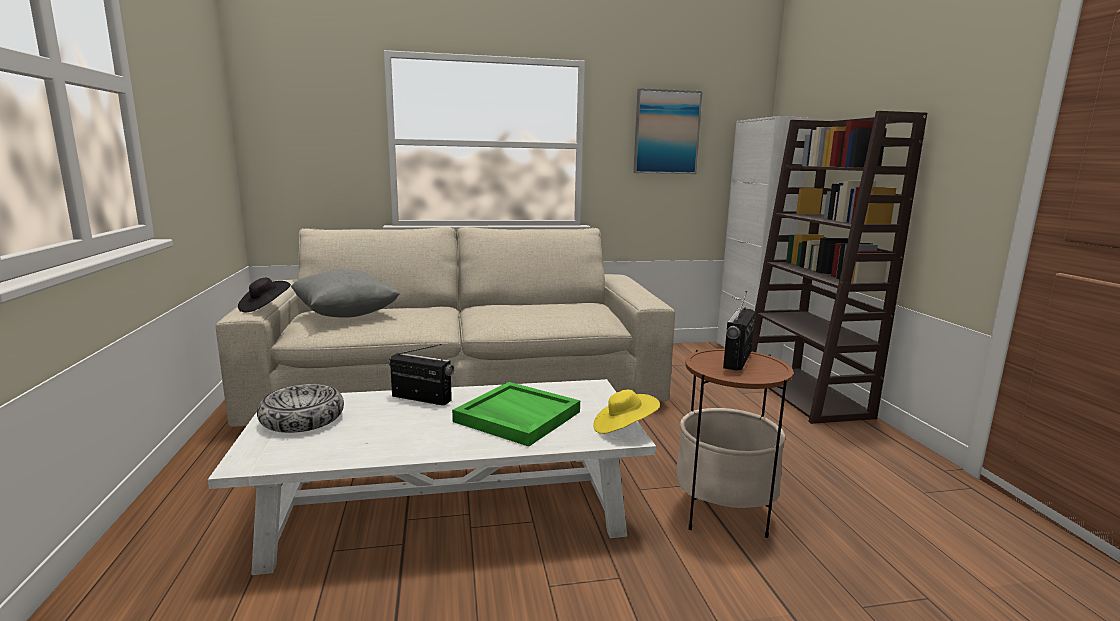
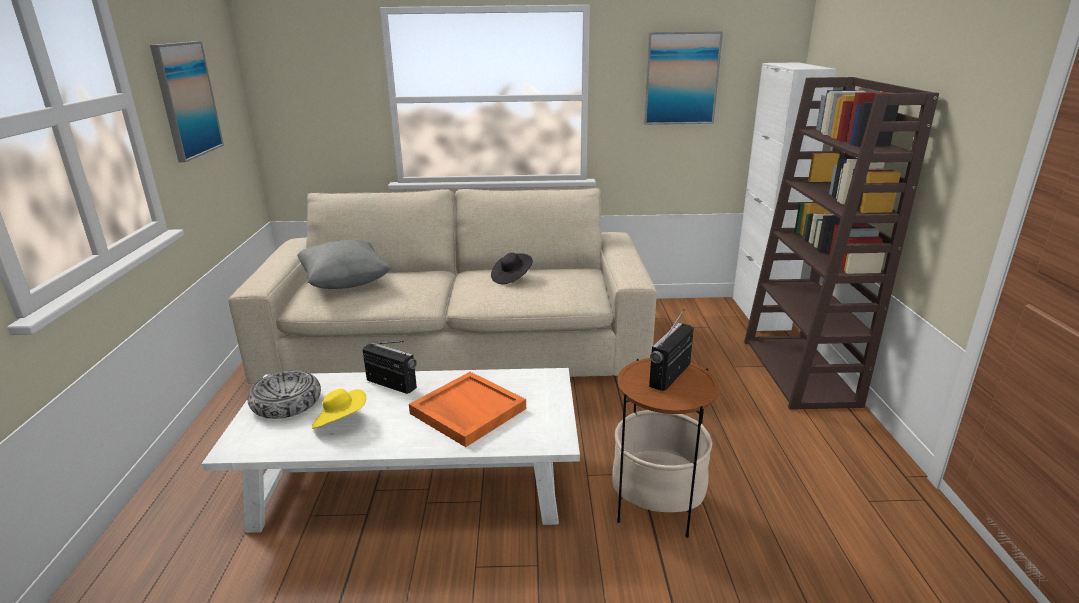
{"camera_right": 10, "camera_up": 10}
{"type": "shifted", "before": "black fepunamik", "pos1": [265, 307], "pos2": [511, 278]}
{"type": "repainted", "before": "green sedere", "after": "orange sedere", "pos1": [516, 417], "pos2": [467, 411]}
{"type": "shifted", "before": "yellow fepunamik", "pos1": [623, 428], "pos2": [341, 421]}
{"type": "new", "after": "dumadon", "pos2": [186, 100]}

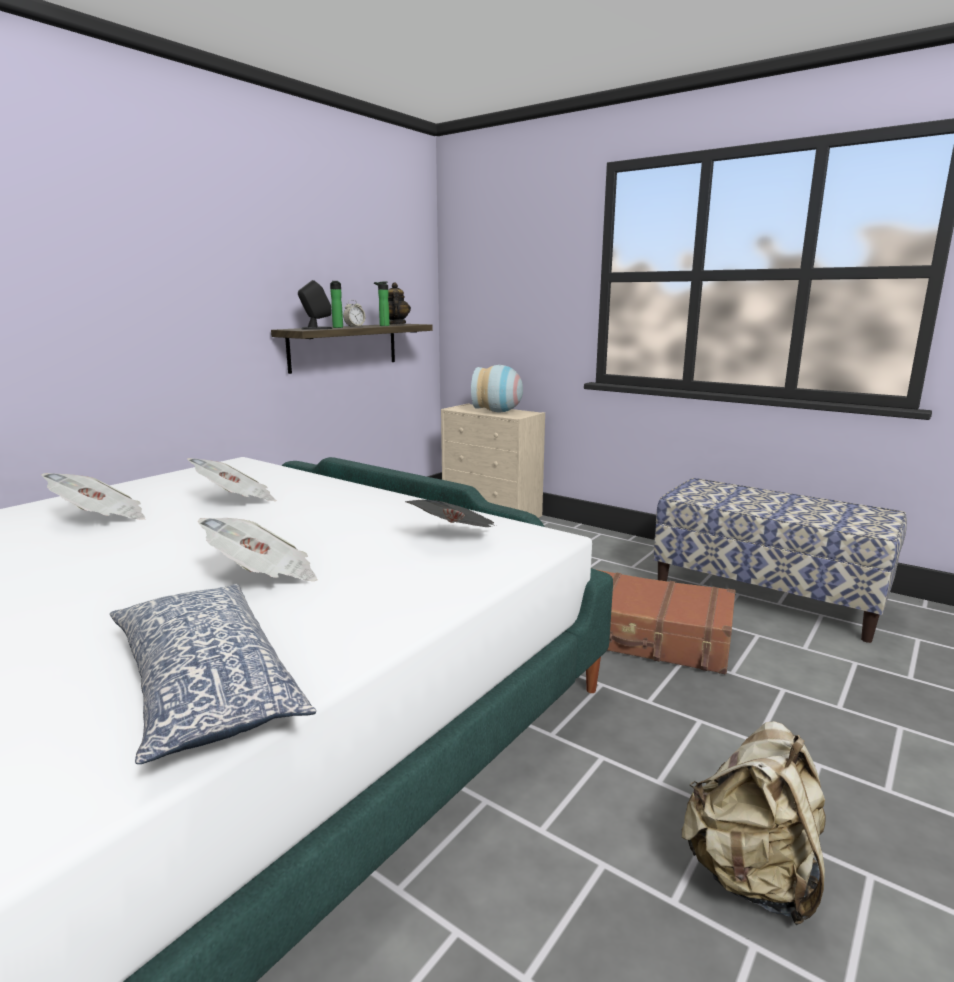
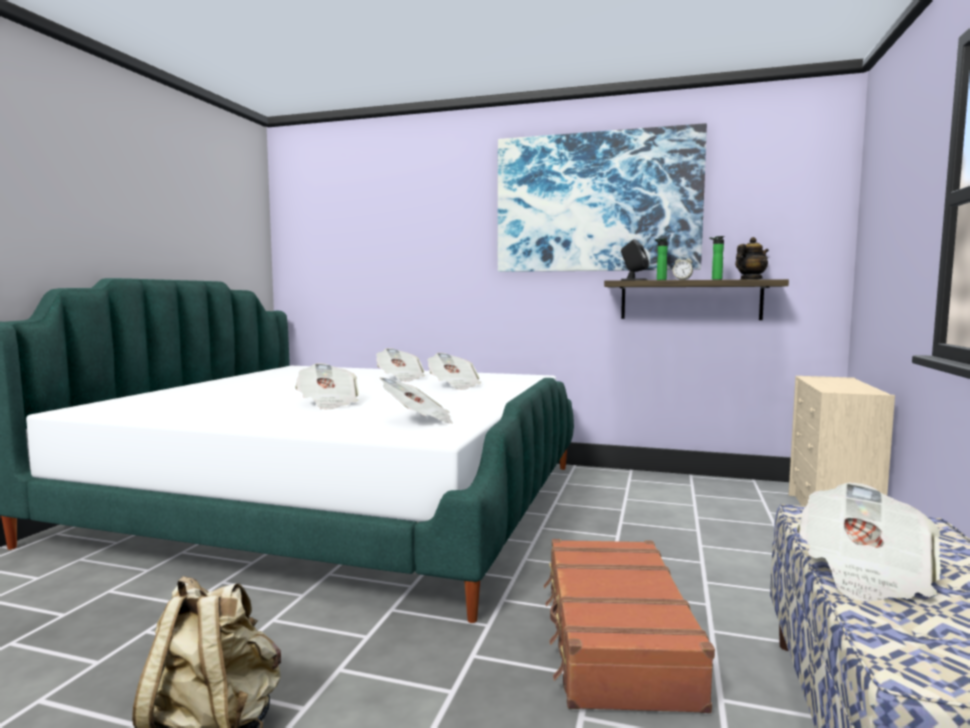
{"camera_right": 70, "camera_up": -10}
{"type": "gone", "before": "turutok", "pos1": [498, 412]}
{"type": "gone", "before": "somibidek", "pos1": [203, 686]}
{"type": "new", "after": "dumadon", "pos2": [596, 202]}
{"type": "new", "after": "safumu", "pos2": [864, 574]}

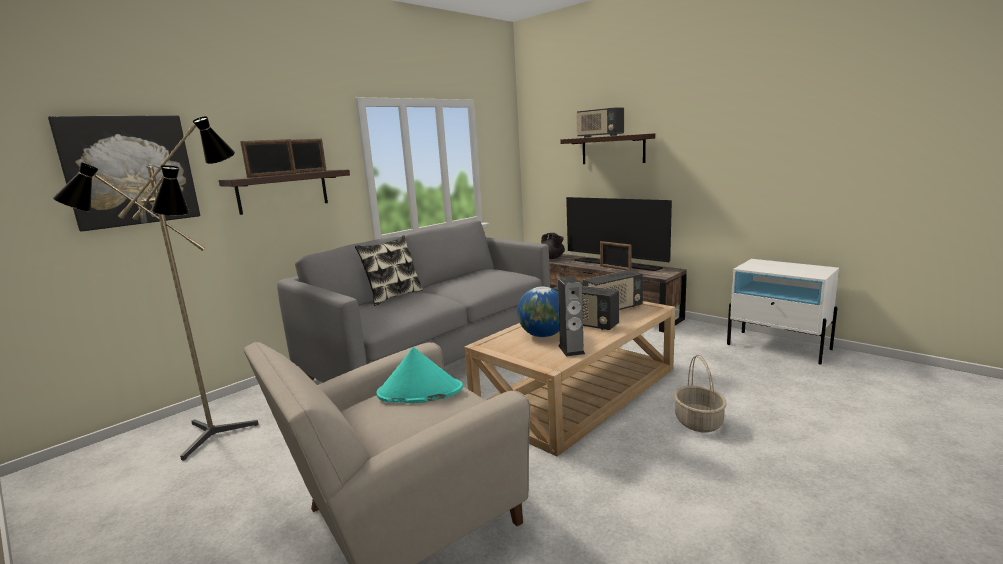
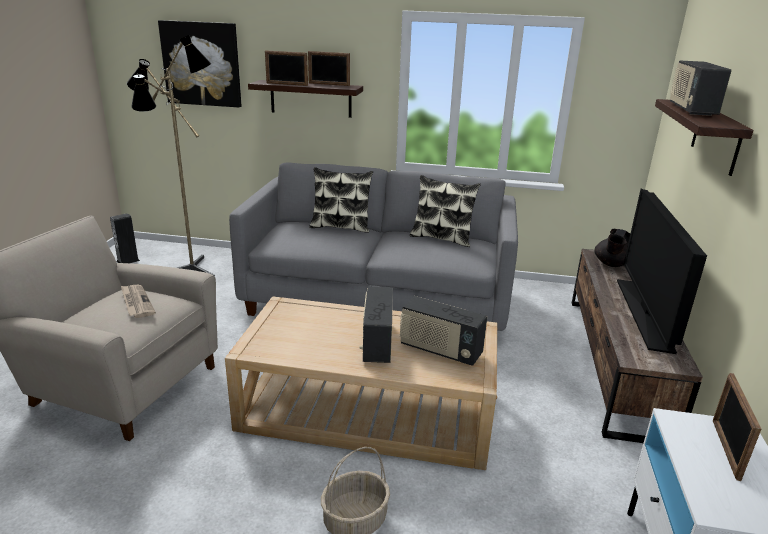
{"camera_right": 55, "camera_up": 10}
{"type": "shifted", "before": "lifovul", "pos1": [615, 268], "pos2": [725, 449]}
{"type": "shifted", "before": "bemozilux", "pos1": [571, 349], "pos2": [128, 261]}
{"type": "gone", "before": "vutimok", "pos1": [543, 335]}
{"type": "swapped", "before": "turquoise fepunamik", "after": "safumu", "pos1": [419, 391], "pos2": [136, 302]}
{"type": "new", "after": "somibidek", "pos2": [442, 238]}

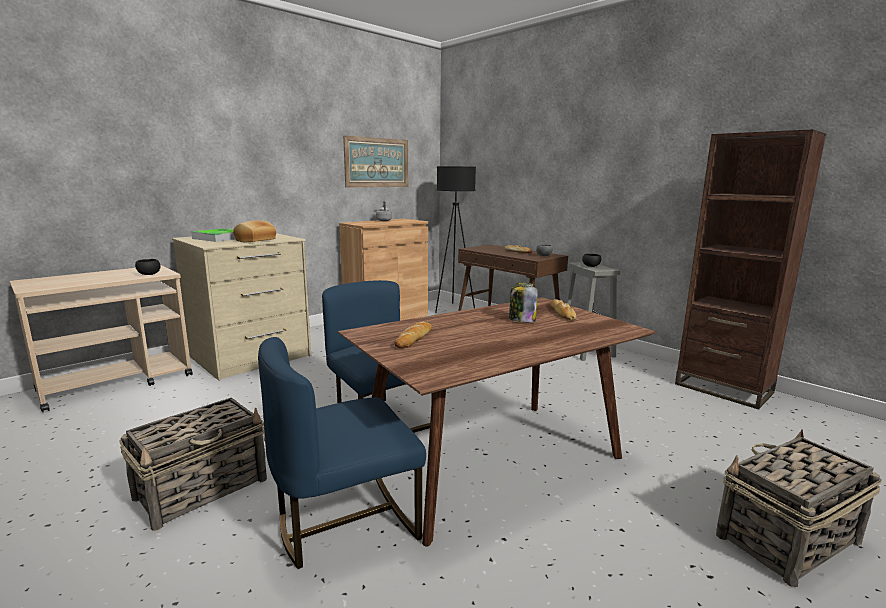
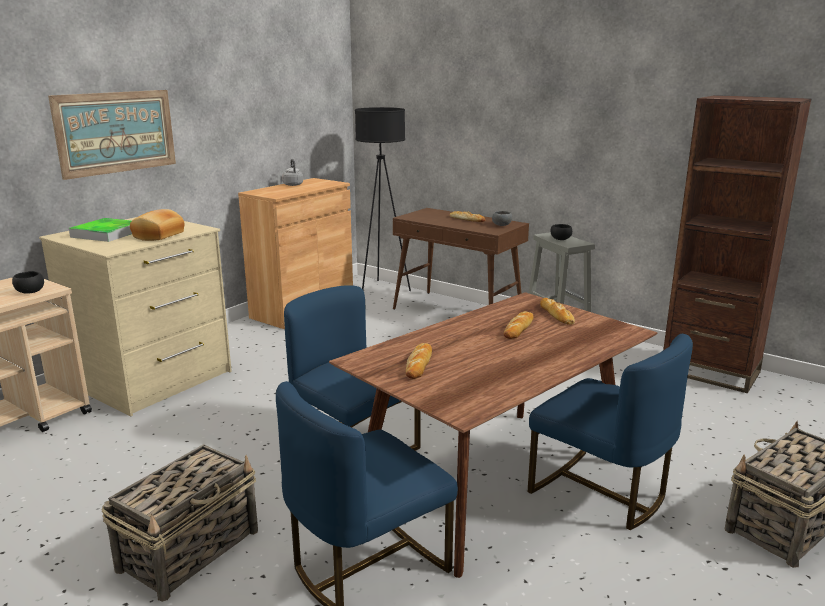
{"camera_right": -10, "camera_up": 5}
{"type": "shifted", "before": "dumadon", "pos1": [377, 162], "pos2": [116, 132]}
{"type": "swapped", "before": "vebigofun", "after": "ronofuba", "pos1": [521, 320], "pos2": [518, 328]}
{"type": "new", "after": "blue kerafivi", "pos2": [600, 492]}

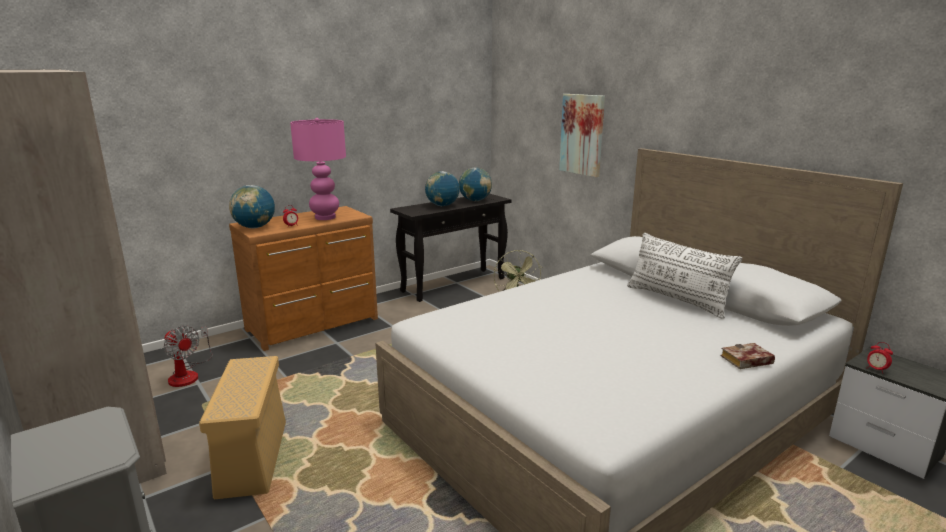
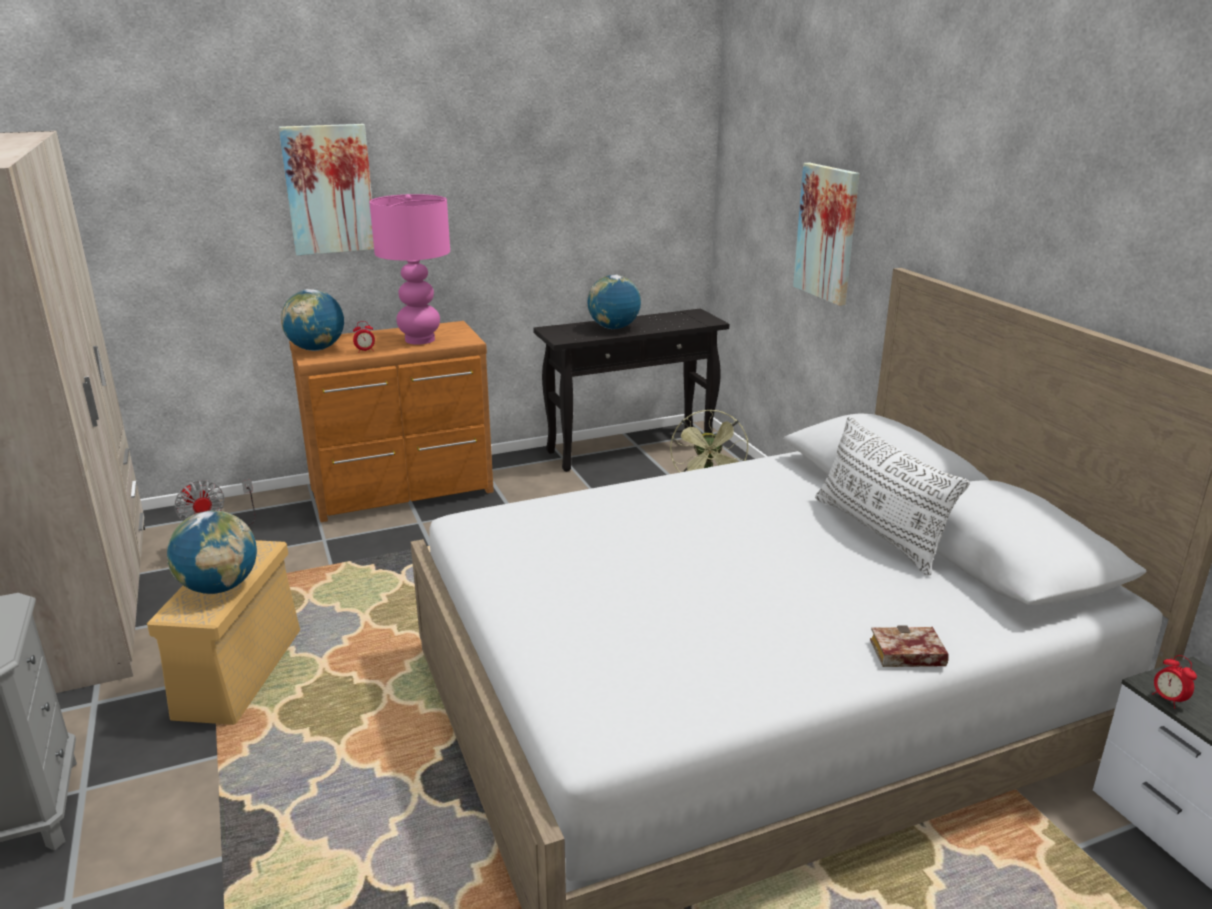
{"camera_right": 15, "camera_up": 5}
{"type": "shifted", "before": "vutimok", "pos1": [475, 201], "pos2": [219, 587]}
{"type": "new", "after": "dumadon", "pos2": [329, 189]}

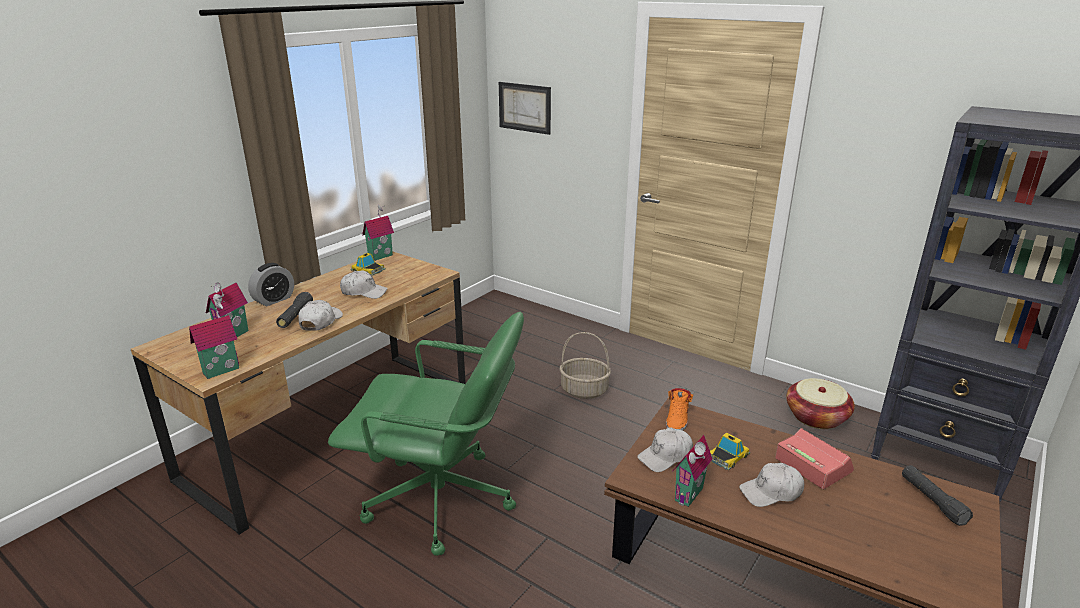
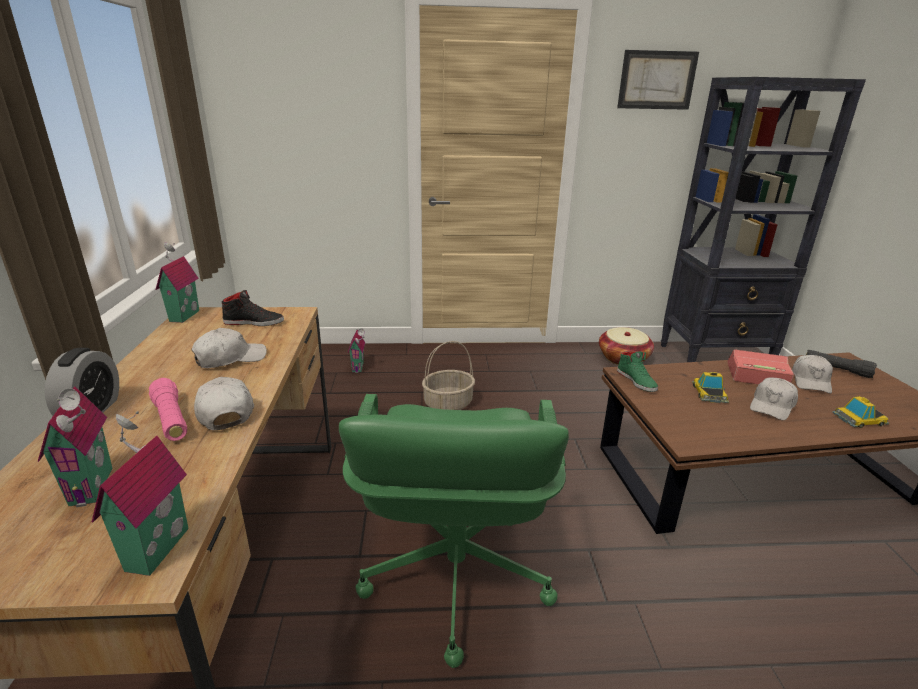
{"camera_right": -40, "camera_up": 0}
{"type": "shifted", "before": "dumadon", "pos1": [525, 107], "pos2": [657, 80]}
{"type": "shifted", "before": "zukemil", "pos1": [368, 270], "pos2": [859, 419]}
{"type": "repainted", "before": "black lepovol", "after": "pink lepovol", "pos1": [295, 317], "pos2": [171, 419]}
{"type": "rotated", "before": "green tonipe", "pos1": [441, 501], "pos2": [454, 577], "turn": 120}
{"type": "repainted", "before": "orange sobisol", "after": "green sobisol", "pos1": [677, 419], "pos2": [637, 380]}
{"type": "shifted", "before": "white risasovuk", "pos1": [665, 456], "pos2": [811, 381]}
{"type": "shifted", "before": "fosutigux", "pos1": [691, 495], "pos2": [359, 367]}
{"type": "new", "after": "black sobisol", "pos2": [254, 322]}

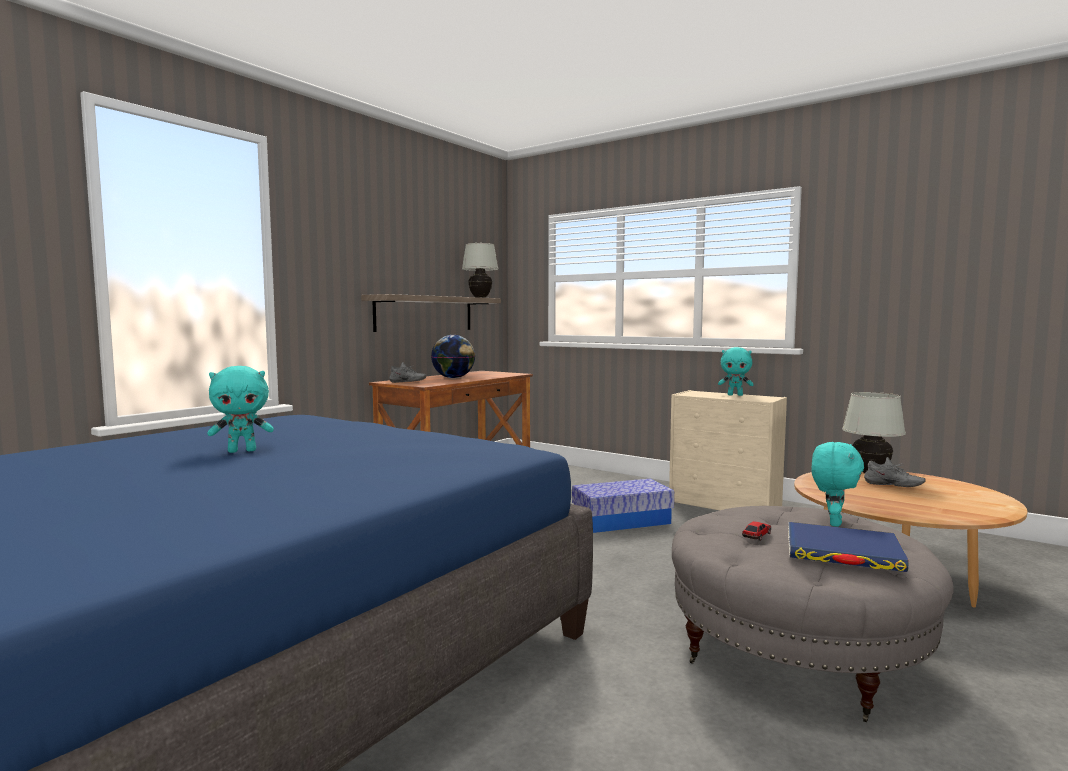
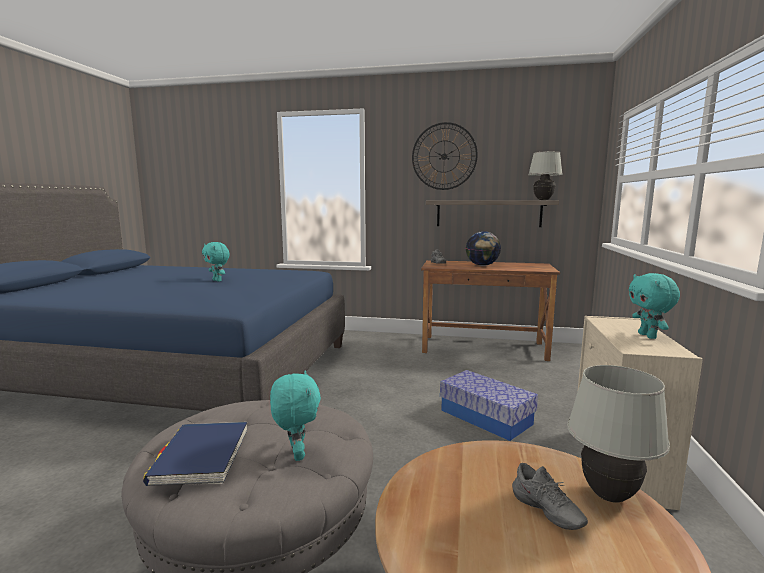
{"camera_right": 65, "camera_up": 5}
{"type": "rotated", "before": "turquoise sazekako", "pos1": [833, 522], "pos2": [296, 454], "turn": -105}
{"type": "rotated", "before": "grey sobisol", "pos1": [893, 486], "pos2": [545, 513], "turn": -45}
{"type": "gone", "before": "zukemil", "pos1": [756, 535]}
{"type": "new", "after": "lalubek", "pos2": [444, 156]}

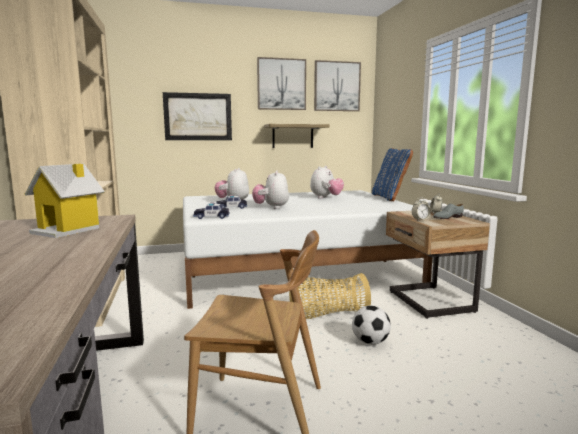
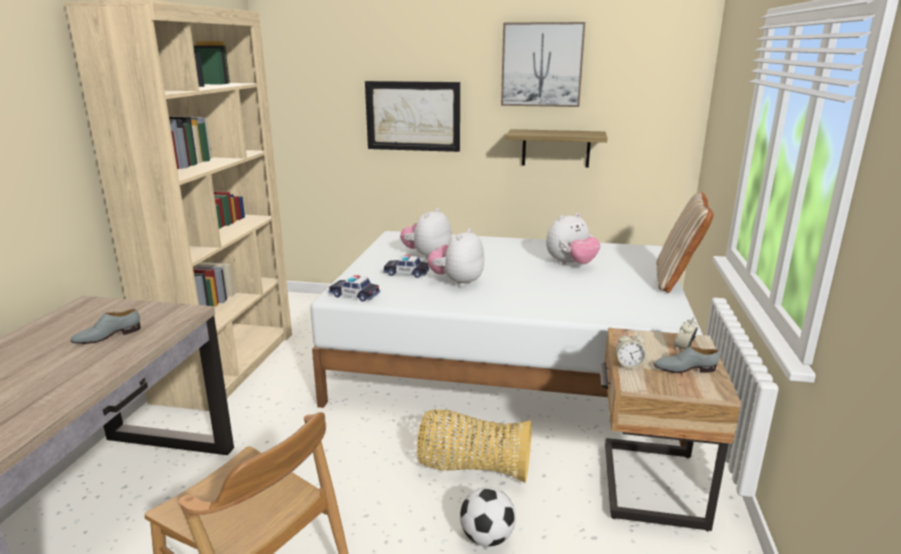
{"camera_right": 25, "camera_up": 10}
{"type": "gone", "before": "dumadon", "pos1": [336, 86]}
{"type": "repainted", "before": "blue somibidek", "after": "beige somibidek", "pos1": [389, 198], "pos2": [677, 279]}
{"type": "swapped", "before": "fosutigux", "after": "grey sobisol", "pos1": [68, 230], "pos2": [107, 336]}

